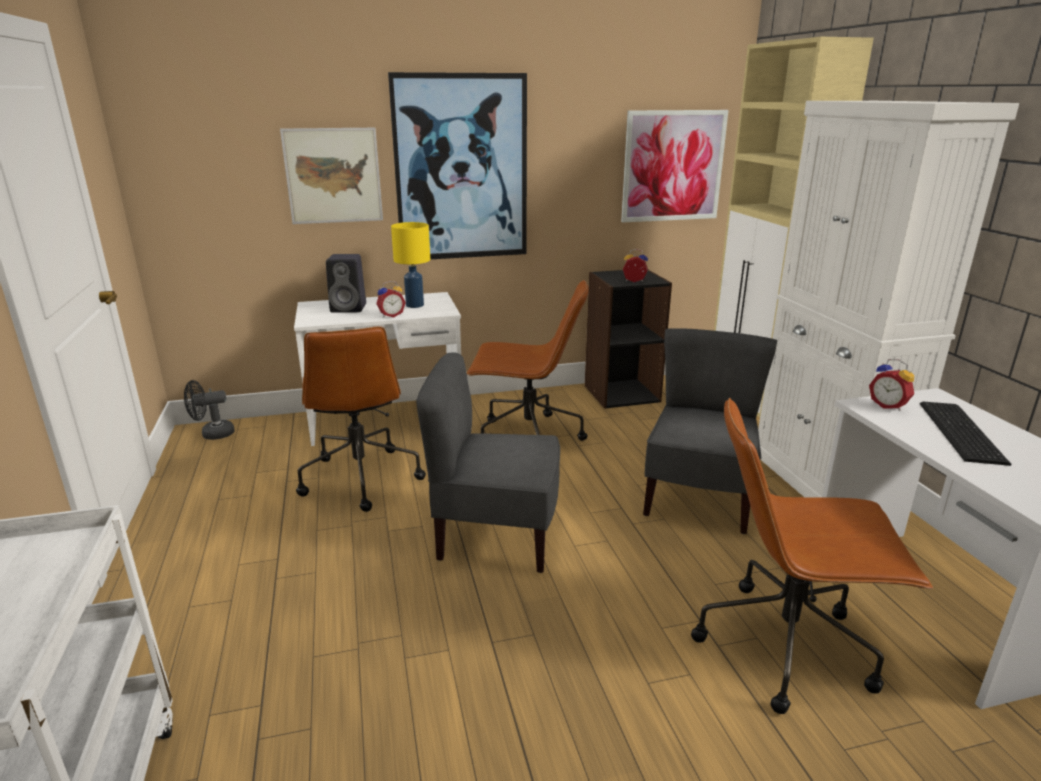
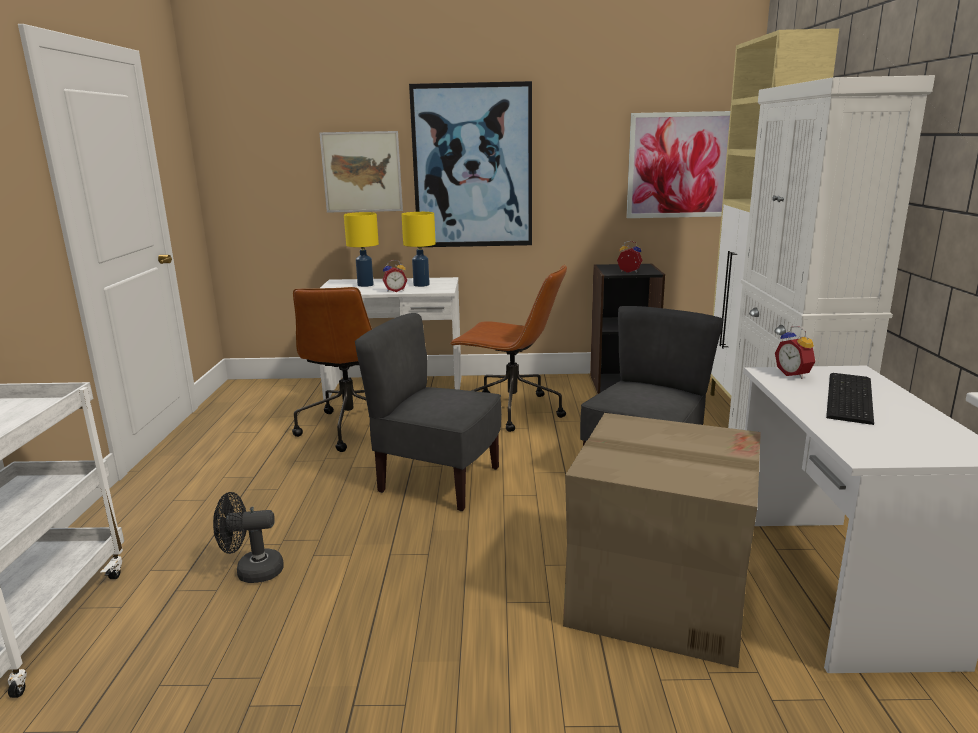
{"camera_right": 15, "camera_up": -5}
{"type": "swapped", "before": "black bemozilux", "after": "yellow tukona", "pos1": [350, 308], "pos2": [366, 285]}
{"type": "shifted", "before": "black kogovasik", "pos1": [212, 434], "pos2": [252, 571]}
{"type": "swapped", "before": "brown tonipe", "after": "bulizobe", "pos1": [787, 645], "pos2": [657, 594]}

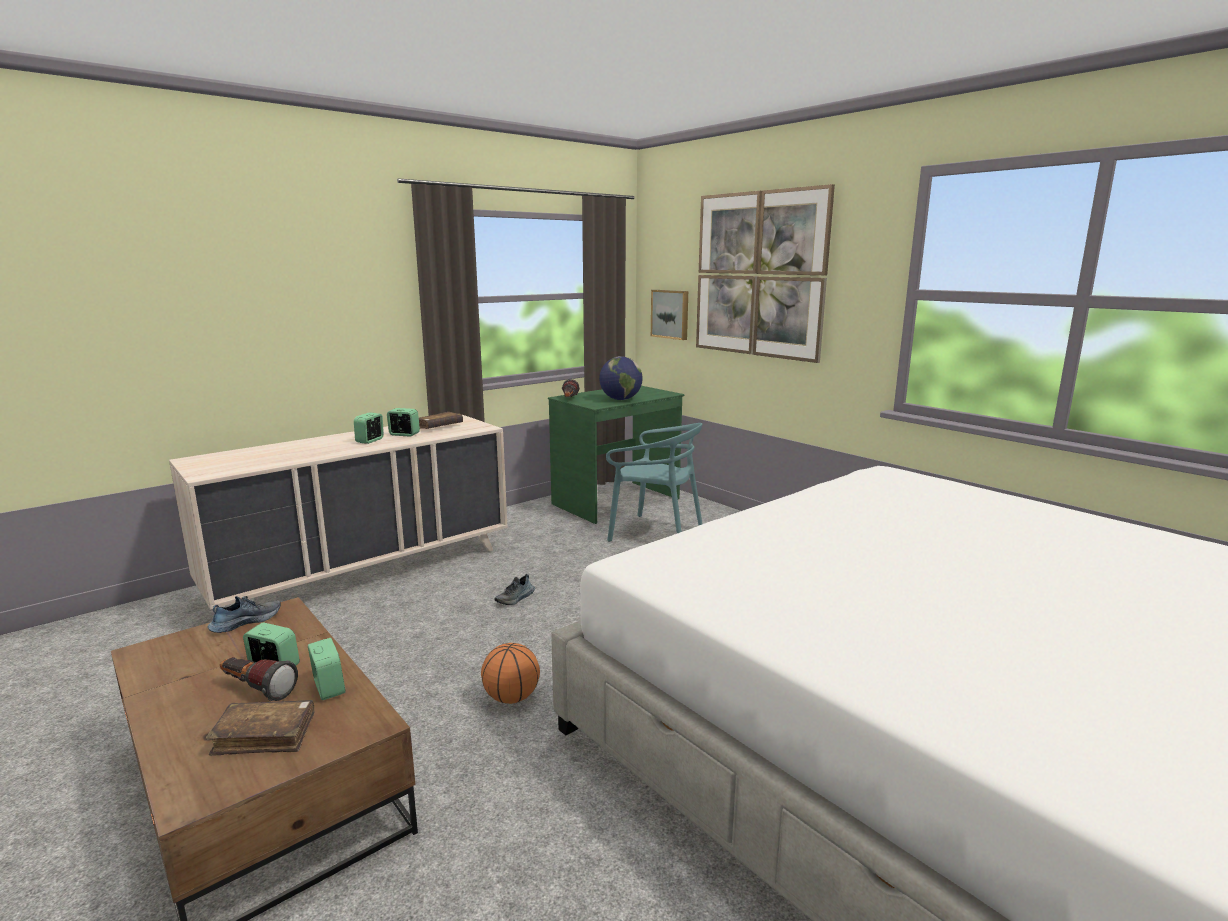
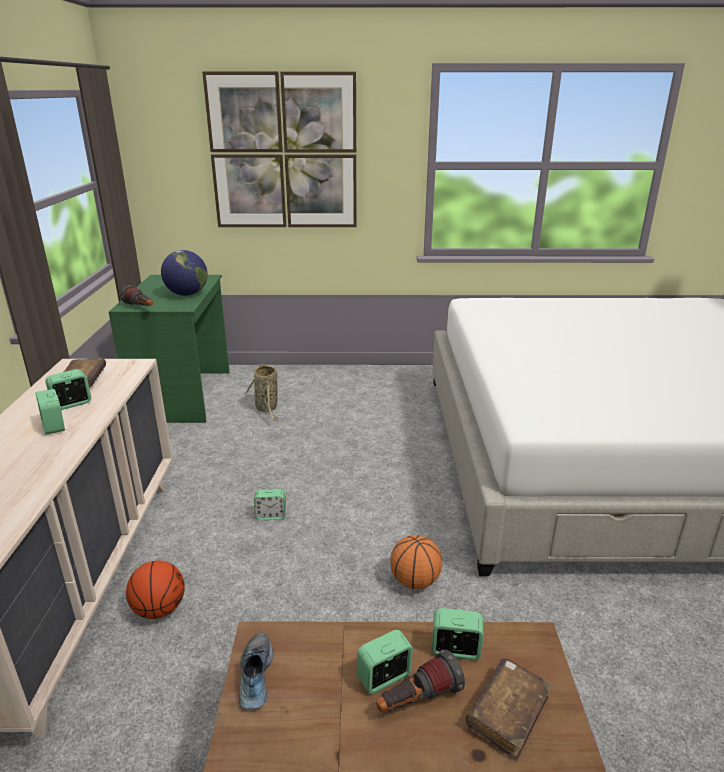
{"camera_right": -50, "camera_up": 10}
{"type": "gone", "before": "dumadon", "pos1": [671, 314]}
{"type": "swapped", "before": "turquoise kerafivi", "after": "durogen", "pos1": [656, 533], "pos2": [267, 408]}
{"type": "swapped", "before": "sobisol", "after": "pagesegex", "pos1": [515, 598], "pos2": [271, 515]}
{"type": "new", "after": "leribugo", "pos2": [159, 609]}

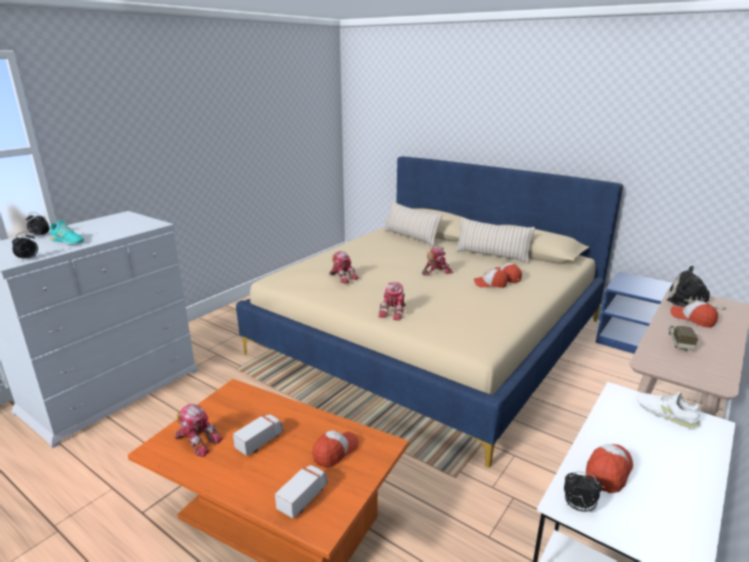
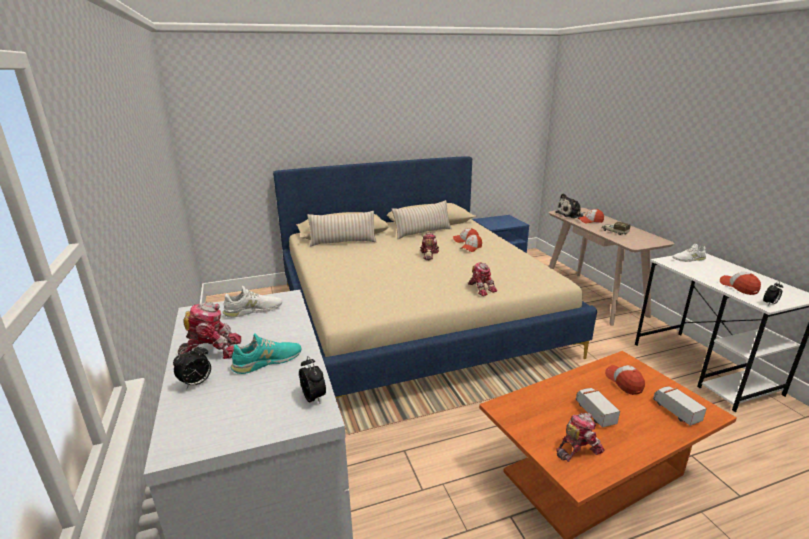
{"camera_right": -55, "camera_up": 0}
{"type": "shifted", "before": "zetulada", "pos1": [342, 277], "pos2": [213, 350]}
{"type": "new", "after": "white sobisol", "pos2": [253, 310]}

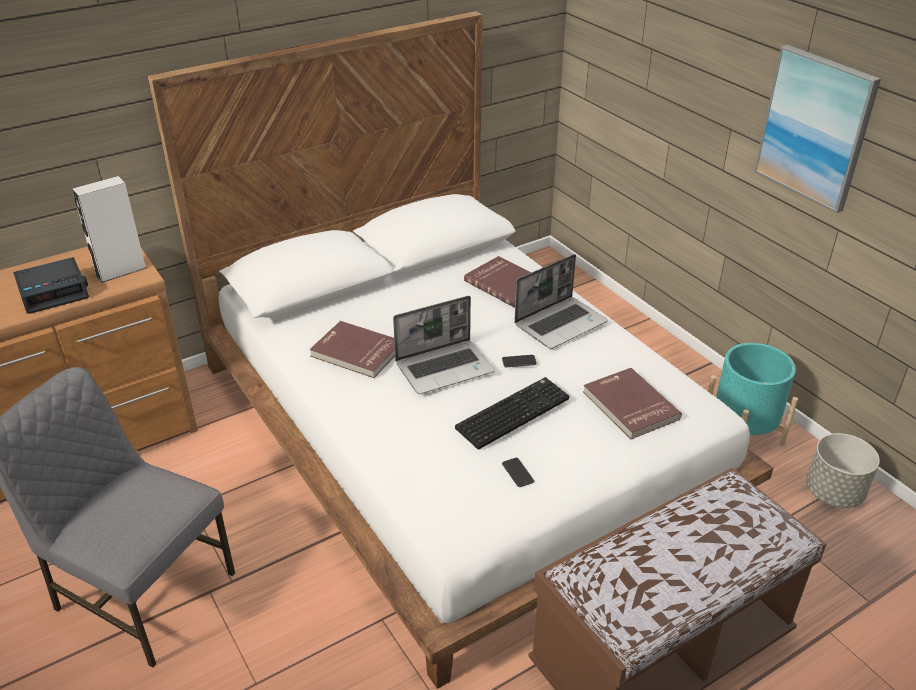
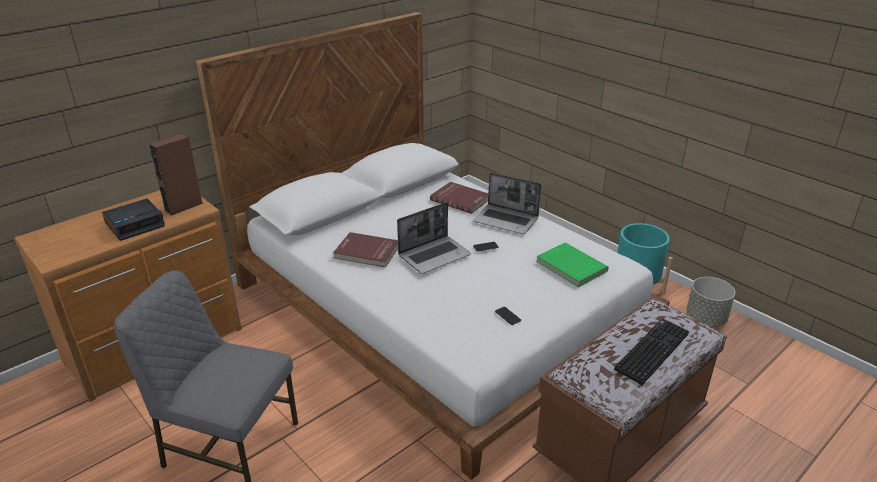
{"camera_right": -10, "camera_up": -5}
{"type": "gone", "before": "dumadon", "pos1": [815, 128]}
{"type": "repainted", "before": "white bemozilux", "after": "brown bemozilux", "pos1": [121, 271], "pos2": [183, 207]}
{"type": "rotated", "before": "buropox", "pos1": [560, 323], "pos2": [506, 220], "turn": 75}
{"type": "repainted", "before": "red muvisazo", "after": "green muvisazo", "pos1": [629, 406], "pos2": [570, 267]}
{"type": "shifted", "before": "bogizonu", "pos1": [512, 412], "pos2": [651, 350]}

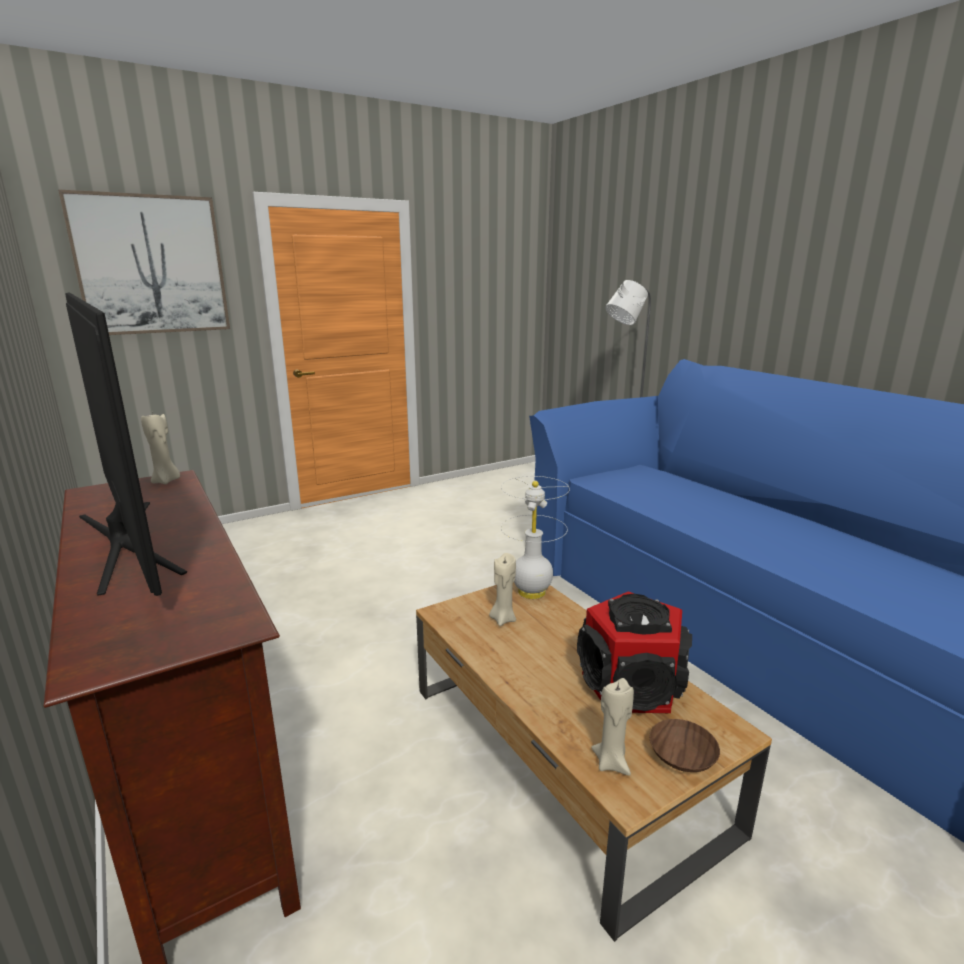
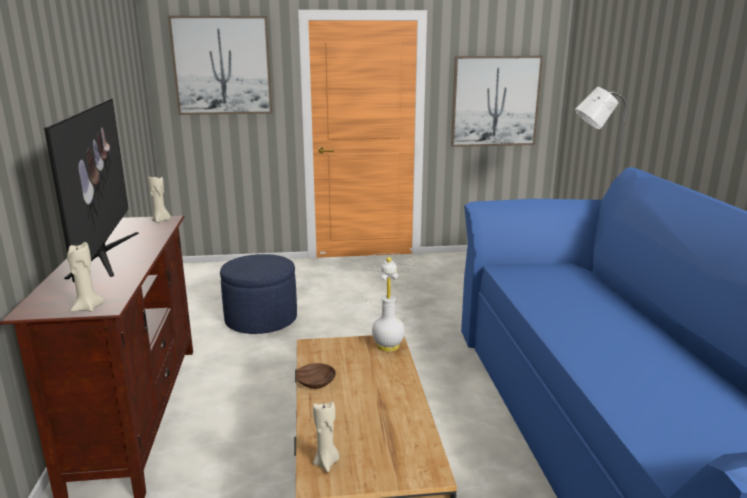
{"camera_right": 25, "camera_up": 0}
{"type": "shifted", "before": "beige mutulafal", "pos1": [503, 619], "pos2": [87, 308]}
{"type": "gone", "before": "bemozilux", "pos1": [631, 686]}
{"type": "shifted", "before": "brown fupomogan", "pos1": [682, 755], "pos2": [316, 382]}
{"type": "new", "after": "dumadon", "pos2": [495, 101]}
{"type": "new", "after": "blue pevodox", "pos2": [261, 319]}

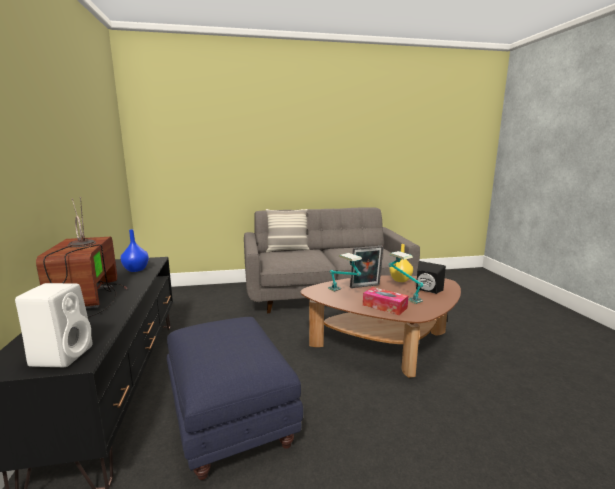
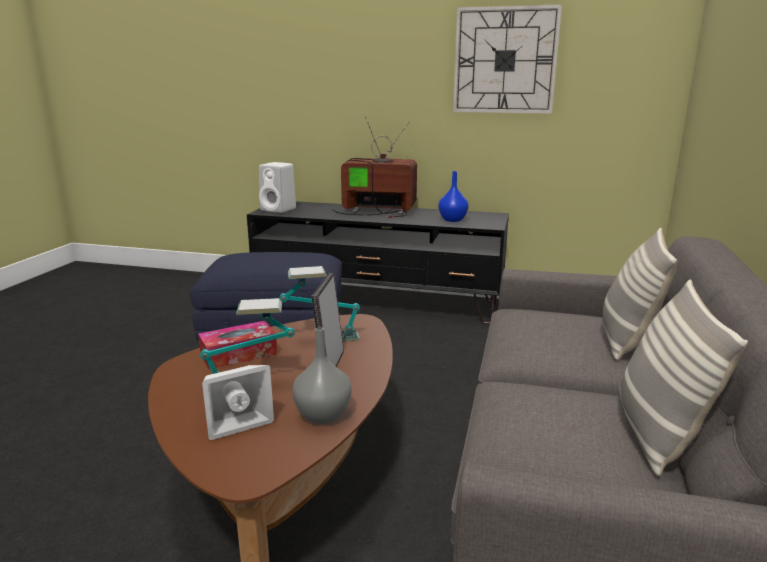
{"camera_right": 115, "camera_up": 5}
{"type": "repainted", "before": "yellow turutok", "after": "grey turutok", "pos1": [400, 280], "pos2": [324, 415]}
{"type": "repainted", "before": "black bemozilux", "after": "white bemozilux", "pos1": [427, 290], "pos2": [237, 422]}
{"type": "new", "after": "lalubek", "pos2": [505, 61]}
{"type": "new", "after": "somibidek", "pos2": [656, 434]}

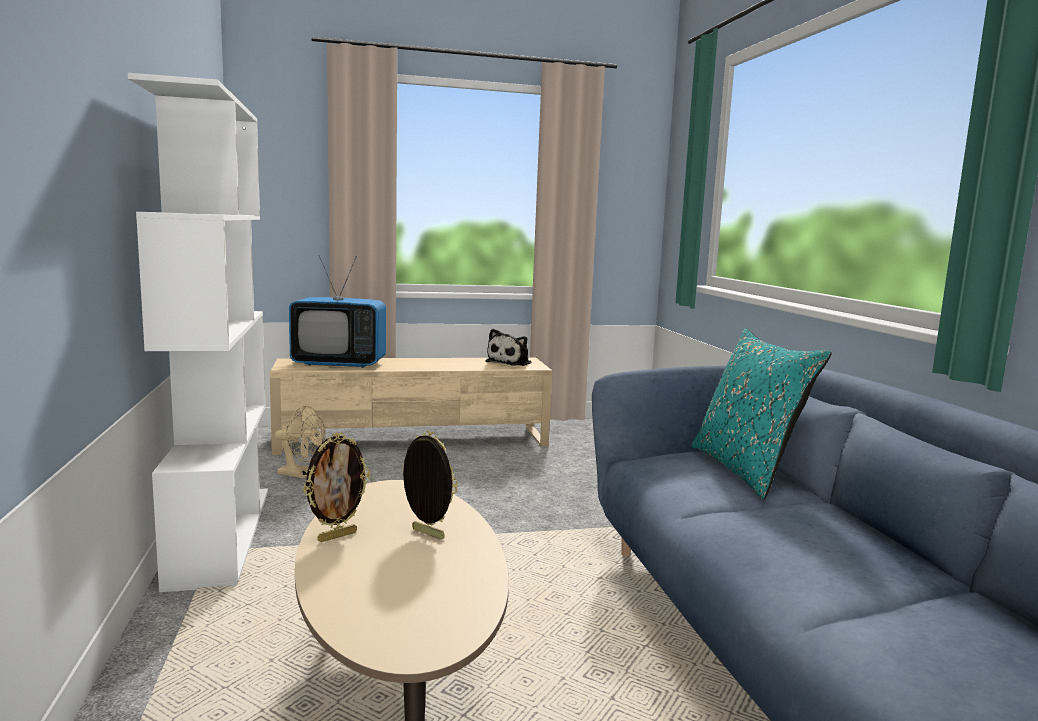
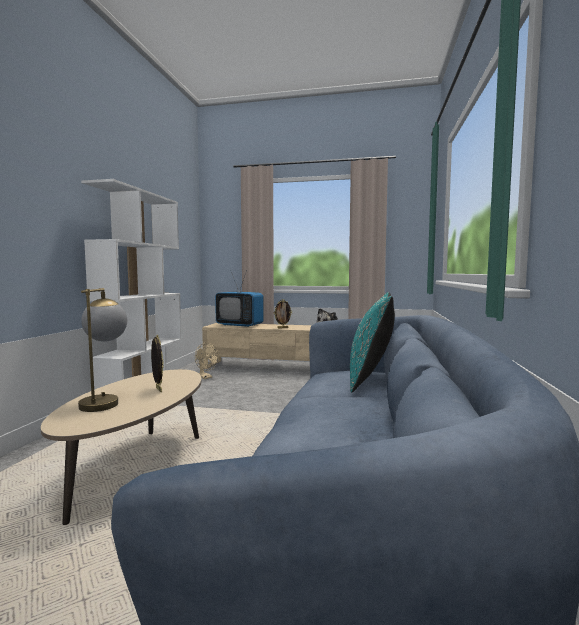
{"camera_right": 25, "camera_up": -5}
{"type": "shifted", "before": "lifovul", "pos1": [337, 536], "pos2": [282, 328]}
{"type": "new", "after": "tukona", "pos2": [104, 401]}

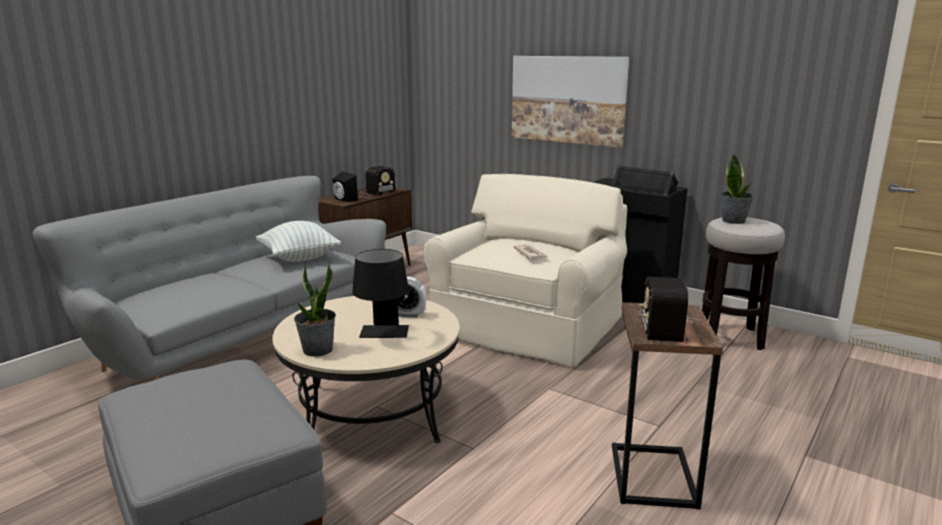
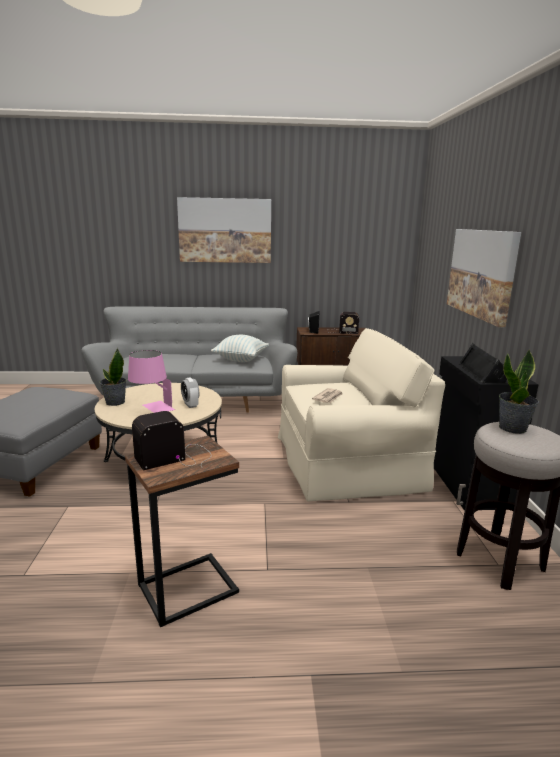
{"camera_right": 50, "camera_up": 0}
{"type": "repainted", "before": "black tukona", "after": "pink tukona", "pos1": [383, 335], "pos2": [152, 409]}
{"type": "new", "after": "dumadon", "pos2": [225, 230]}

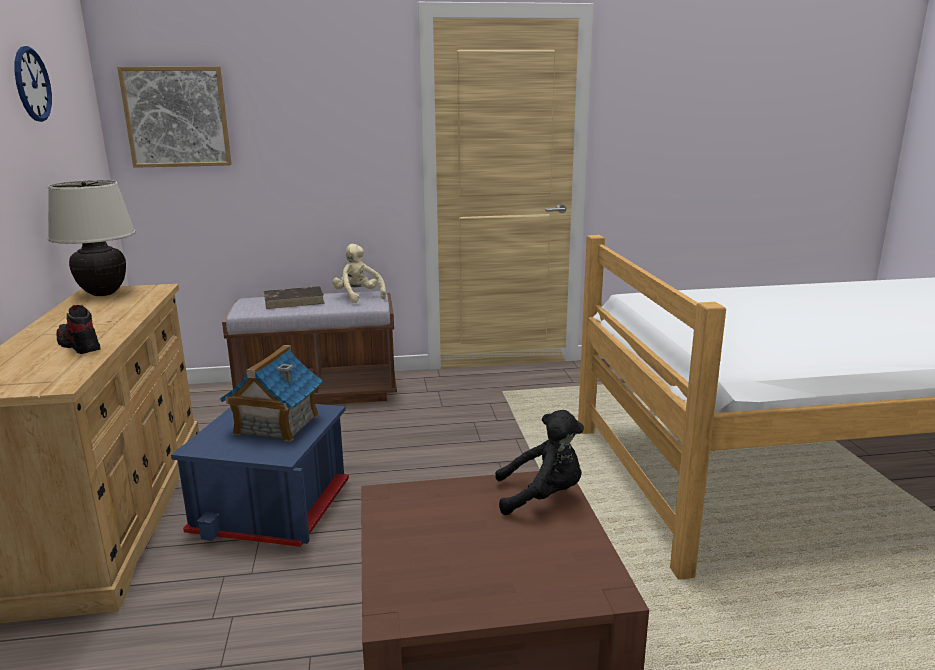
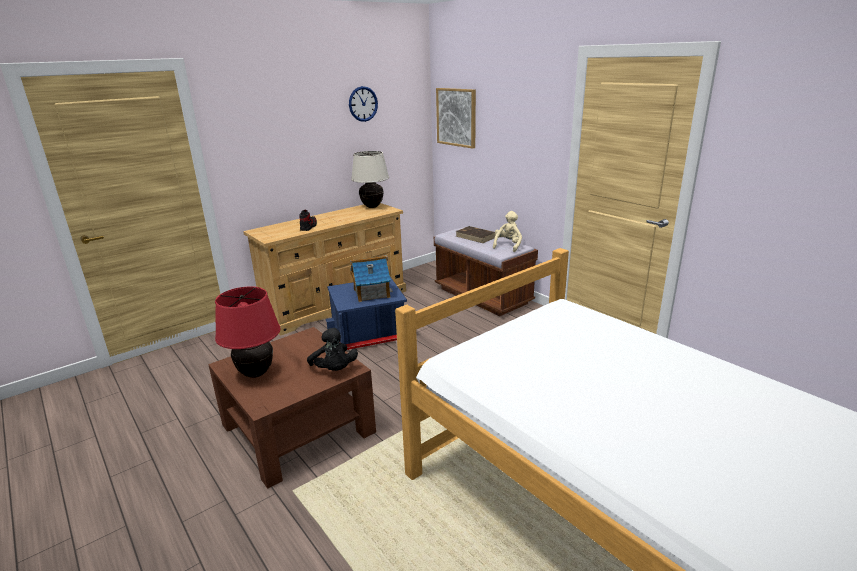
{"camera_right": 60, "camera_up": 5}
{"type": "new", "after": "red tukona", "pos2": [256, 373]}

